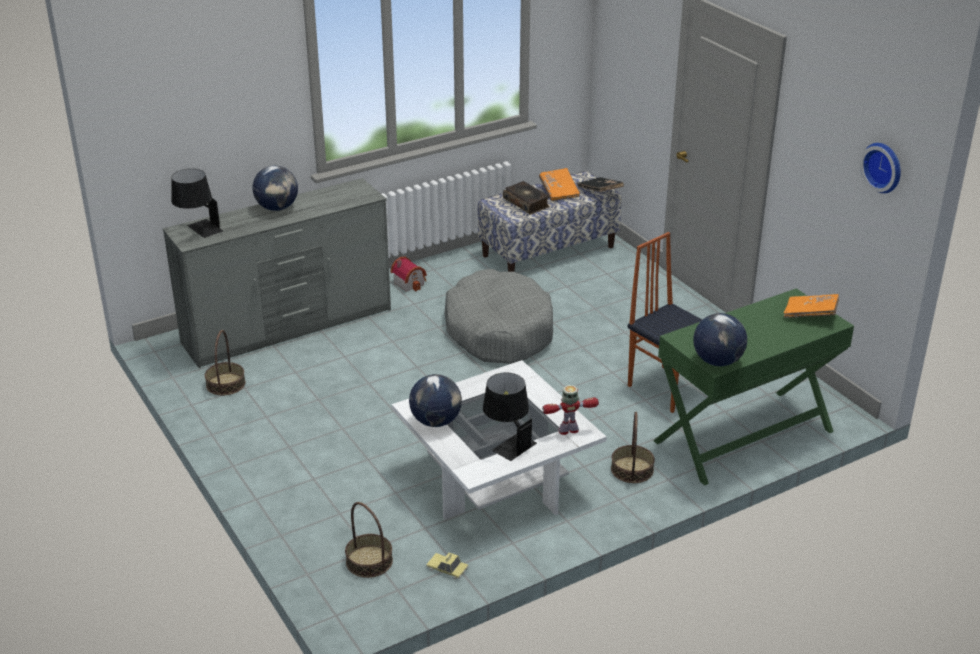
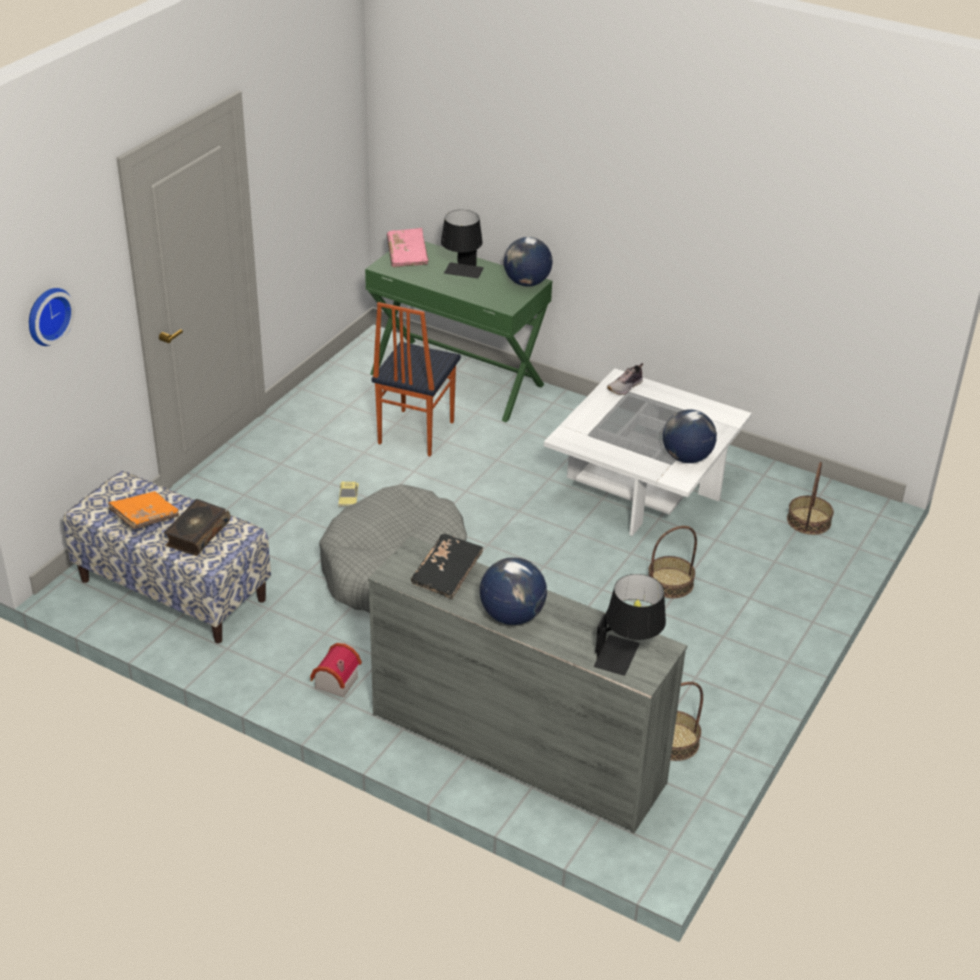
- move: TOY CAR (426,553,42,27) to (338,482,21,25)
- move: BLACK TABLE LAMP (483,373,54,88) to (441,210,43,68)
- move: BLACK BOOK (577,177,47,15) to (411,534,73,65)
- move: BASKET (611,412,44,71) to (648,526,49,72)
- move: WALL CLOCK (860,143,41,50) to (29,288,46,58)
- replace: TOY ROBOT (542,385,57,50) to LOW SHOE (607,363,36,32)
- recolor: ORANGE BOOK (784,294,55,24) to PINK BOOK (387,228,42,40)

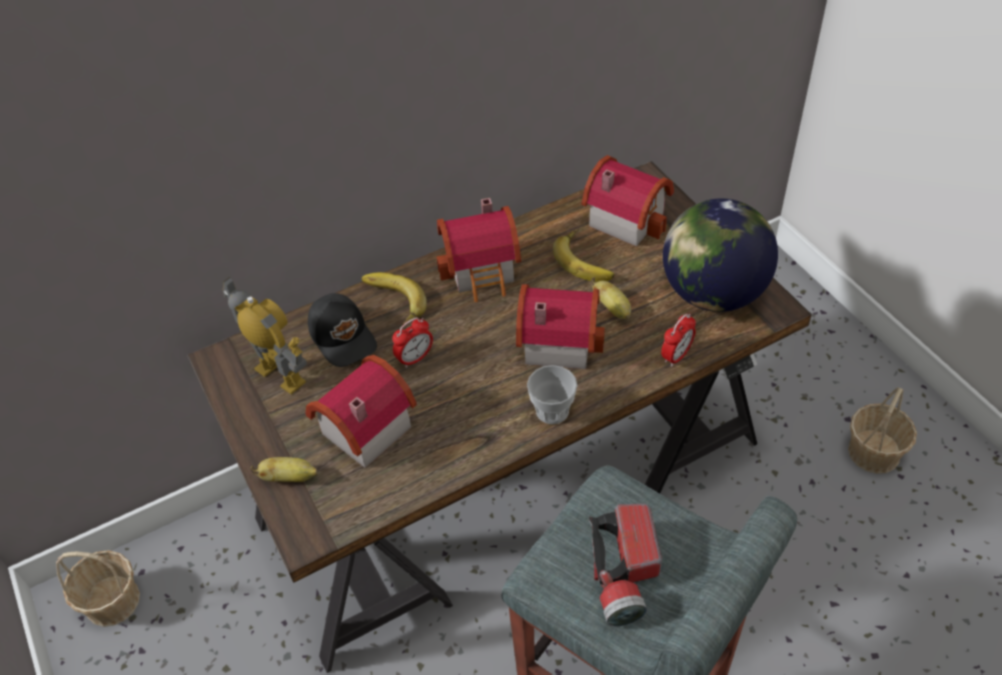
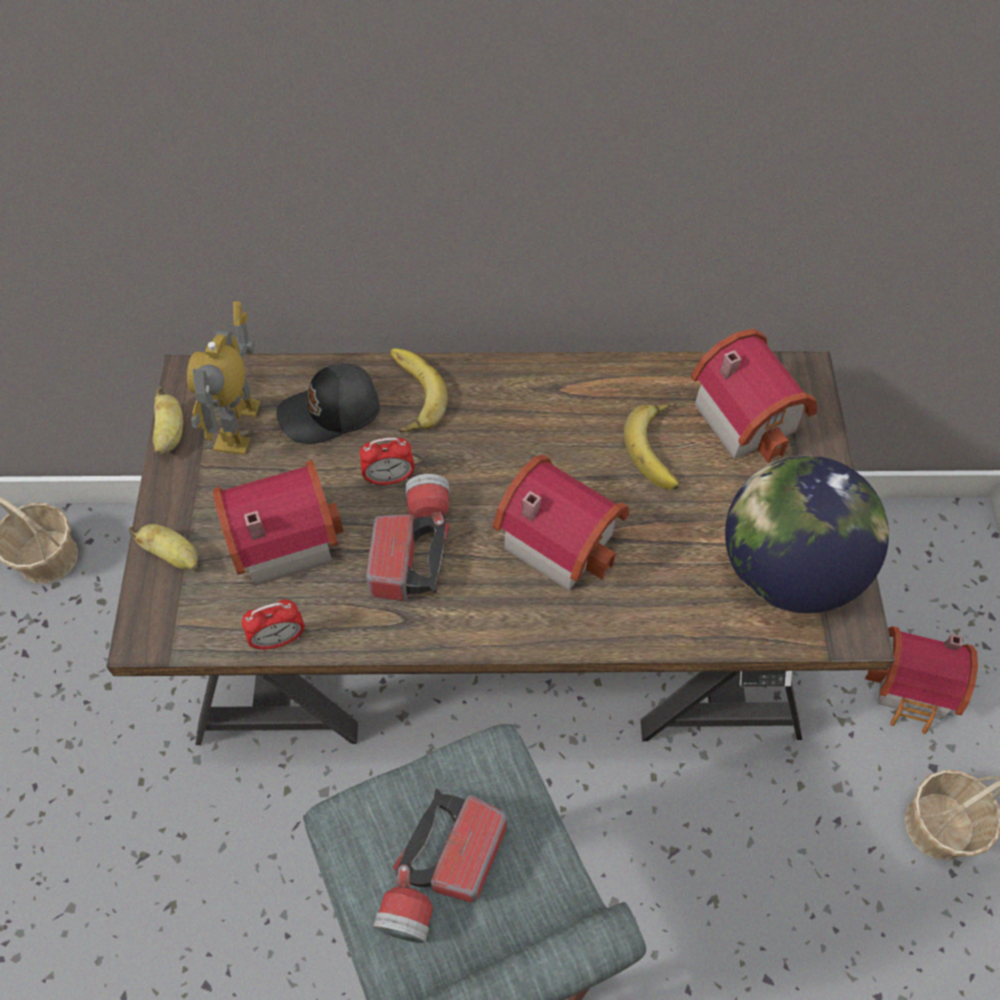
- delete: SMALL CUP (527,365,50,59)
- insert: FLASHLIGHT (366,474,84,127)
- move: MODEL HOUSE (437,198,84,104) to (865,626,113,108)
- move: WHOLE BANANA (590,277,41,42) to (153,387,30,68)
- move: TABLE CLOCK (661,314,35,53) to (242,599,63,52)
- rotate: TOY ROBOT (223,277,84,117) = (187,301,73,154) 150 degrees counterclockwise
- rotate: BLACK BASEBALL CAP (308,293,69,74) = (276,363,104,81) 75 degrees clockwise

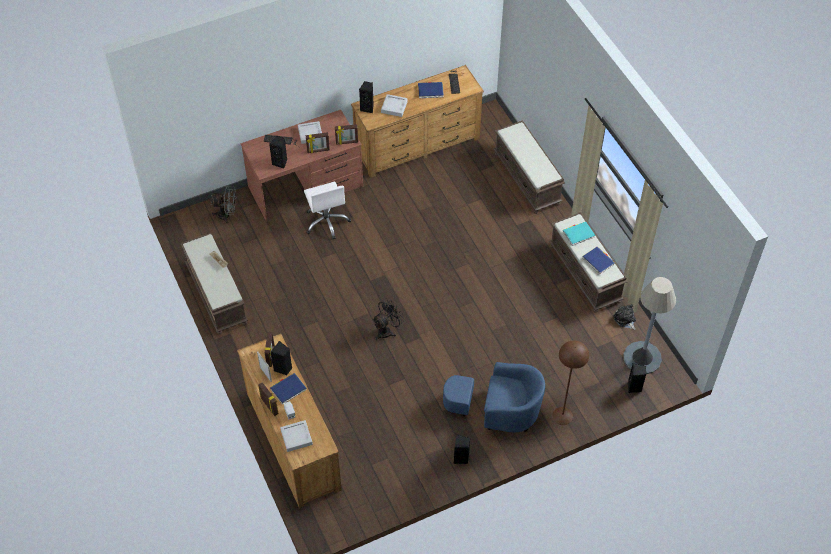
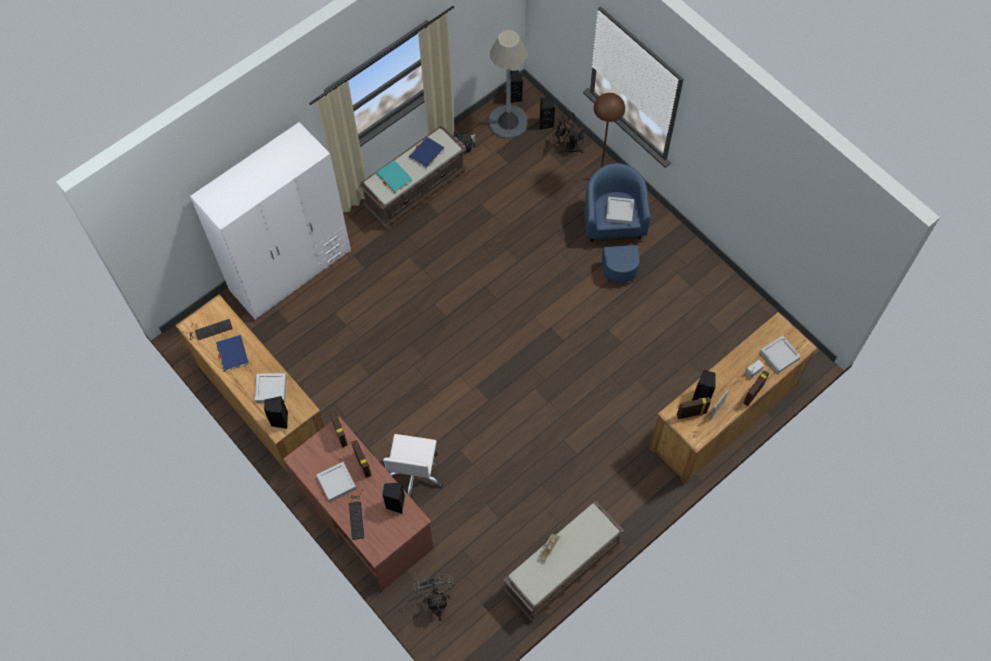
- delete: BLUISH BOOK (270,373,37,32)
- insert: GRAY SERVING TRAY (606,197,28,27)
- move: BLACK FAN (373,298,32,42) to (552,111,34,42)
- move: BLACK LOUDSPEAKER (454,434,16,30) to (510,70,13,33)
- replace: BROWNISH LONG SEAT (493,120,72,94) to WHITE-COLOURED ARMOIRE (190,122,161,198)
- rotate: WHITE-COLOURED COMPUTER CHAIR (304,182,47,58) = (383,434,60,64) 135 degrees clockwise

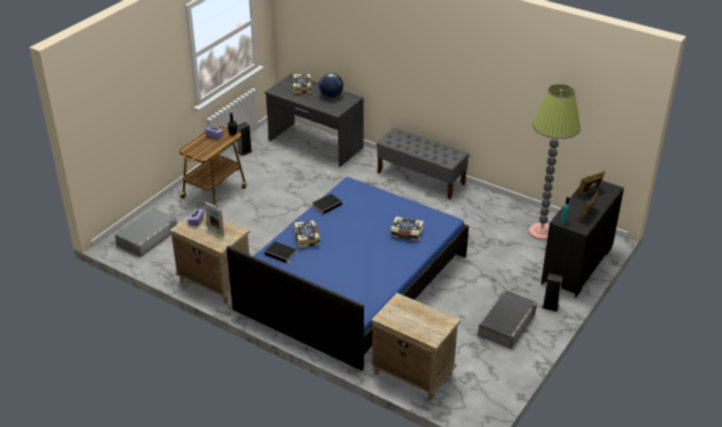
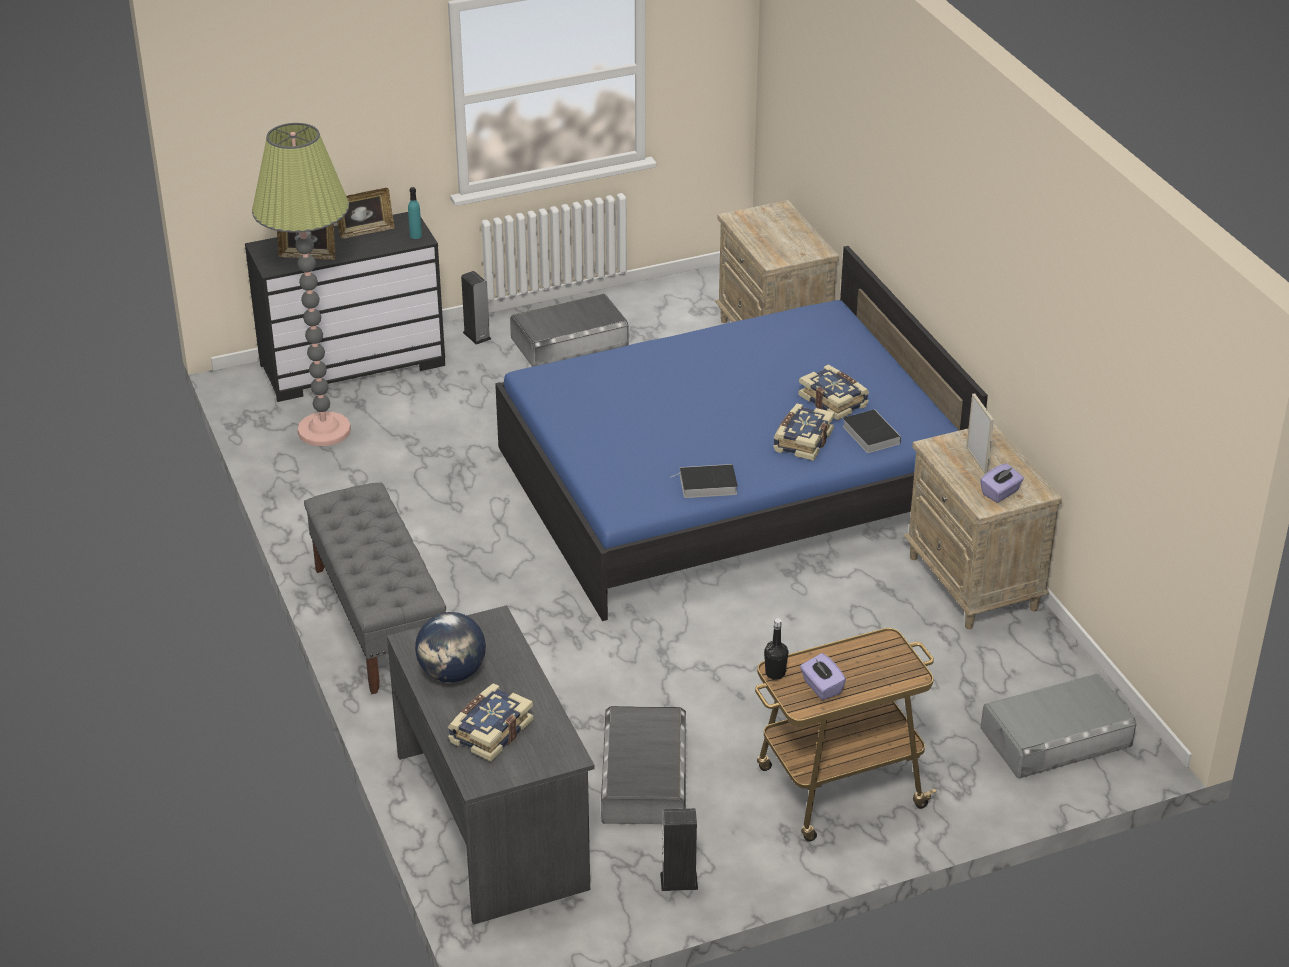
- insert: GRAY STORAGE BIN (601,706,85,119)
- move: BOOK (390,216,34,25) to (798,365,71,56)

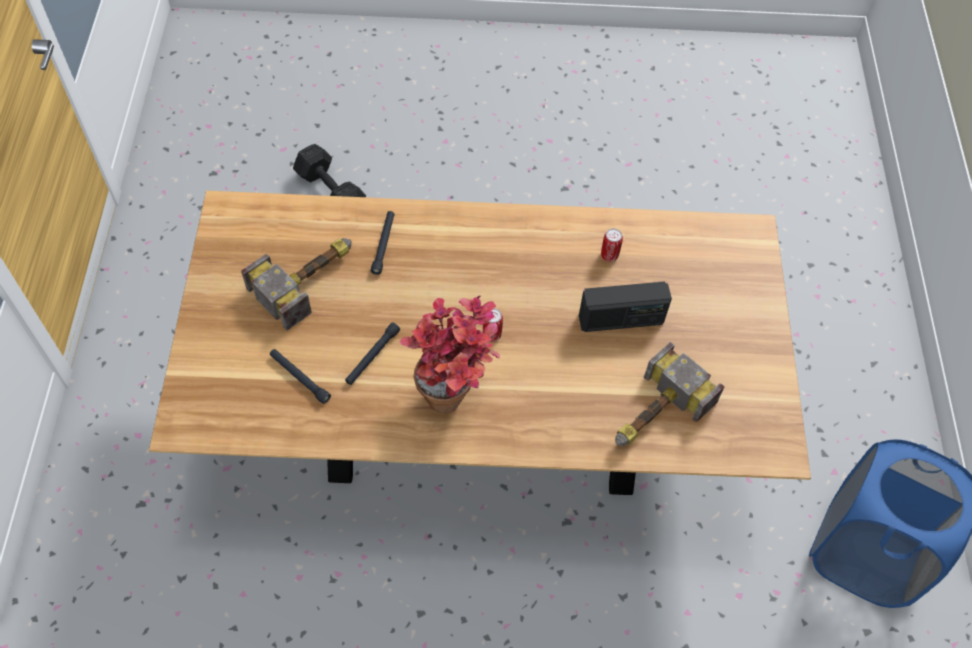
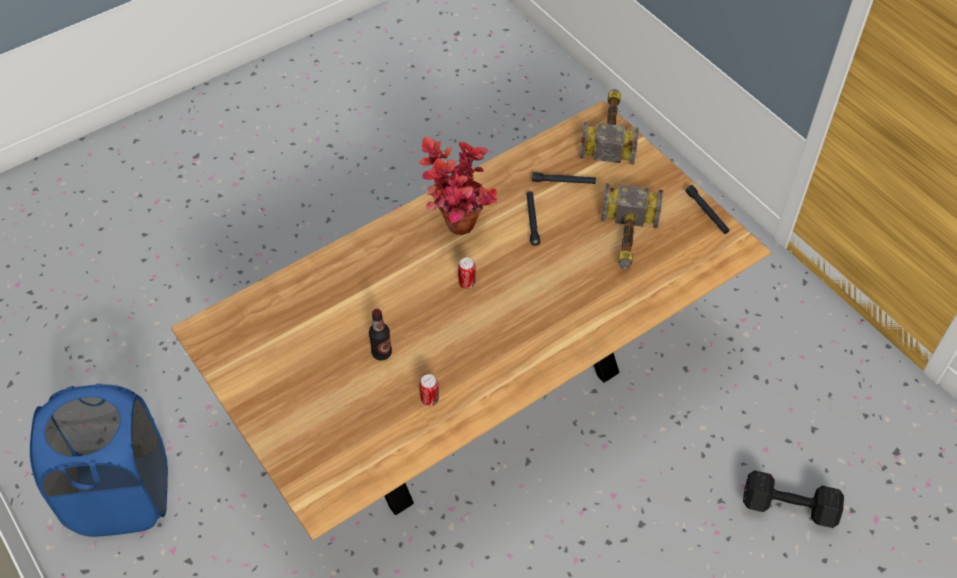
- move: BLACK FLASHLIGHT (370,211,25,64) to (685,185,44,49)
- move: TOOL HAMMER (615,342,110,104) to (580,89,59,76)
- replace: RADIO SET (579,282,93,50) to BEVERAGE BOTTLE (369,309,23,51)

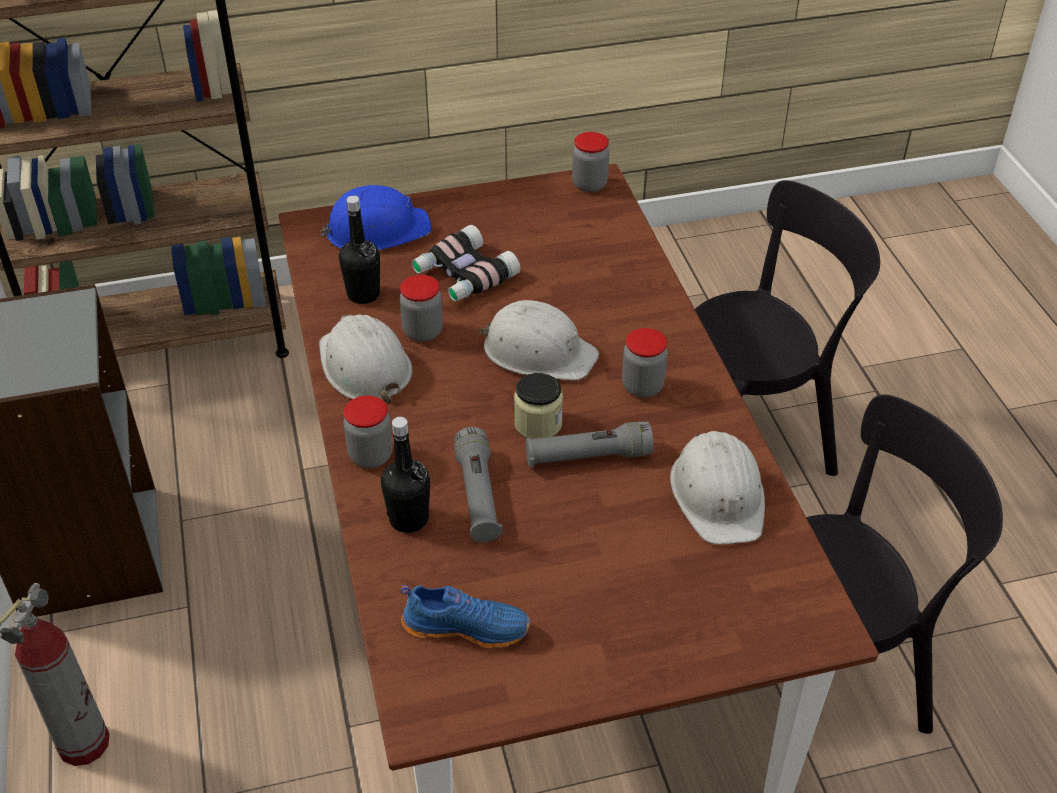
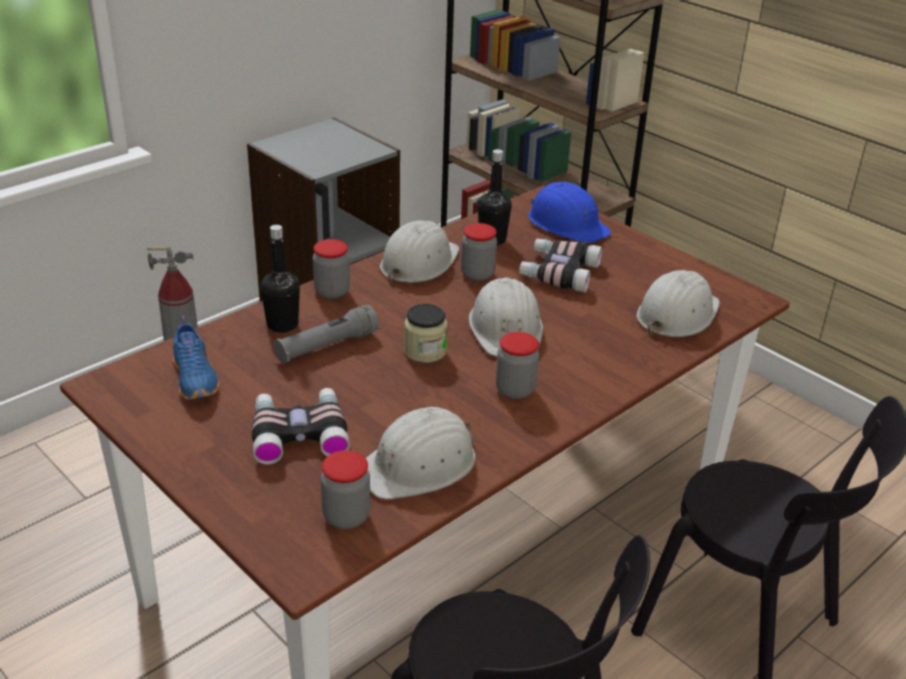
- delete: GRAY FLASHLIGHT (525,422,129,46)
- insert: PAIR OF BINOCULARS (252,388,98,77)
- insert: WHITE-COLOURED HARD HAT (636,270,84,67)
- move: PRESERVE JAR (572,132,38,60) to (321,450,49,79)

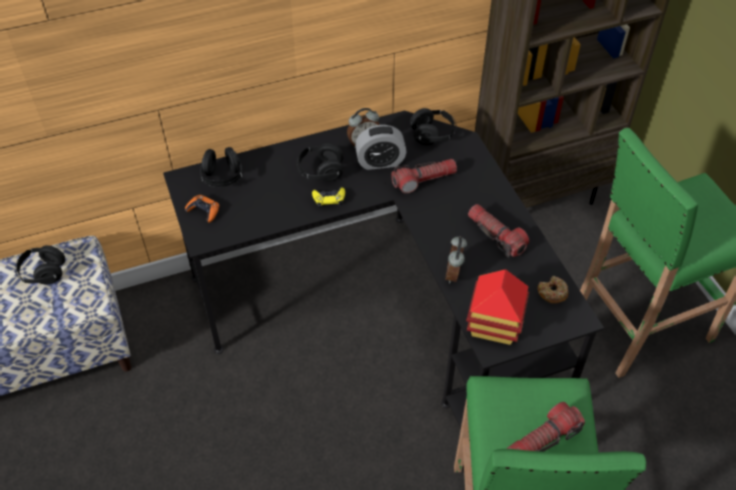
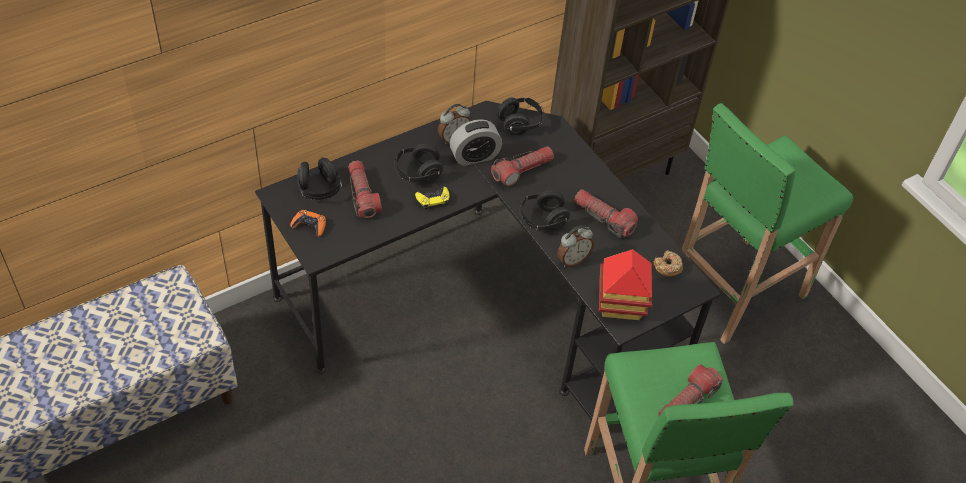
- insert: FLASHLIGHT (348,160,34,58)
- move: BLACK PAIR OF HEADPHONES (15,245,50,39) to (519,190,51,40)
- rotate: TABLE CLOCK (445,236,22,48) = (557,226,37,41) 120 degrees counterclockwise

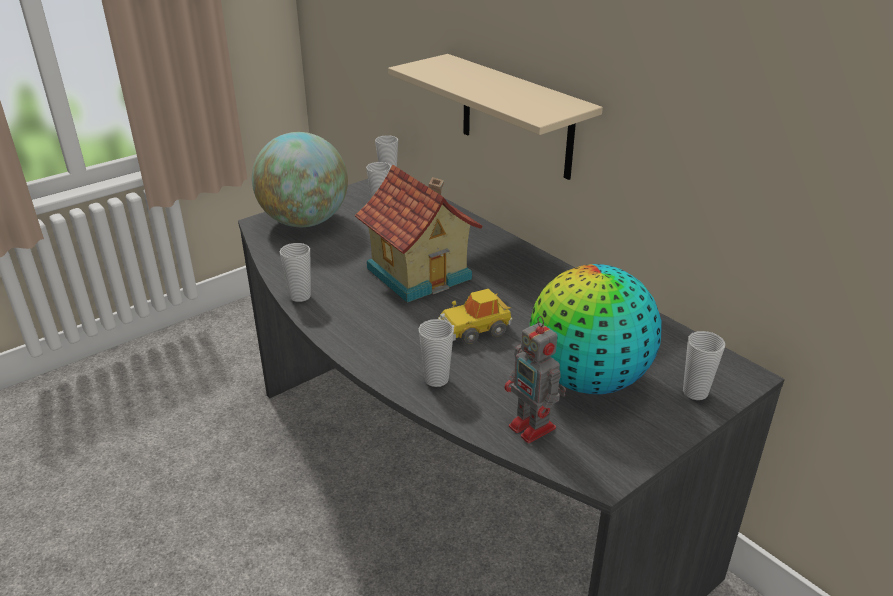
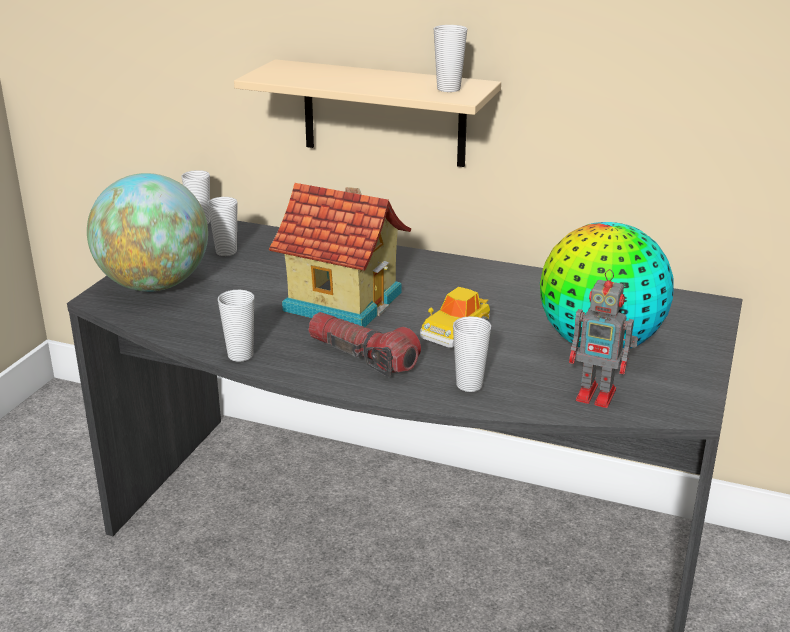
- insert: FLASHLIGHT (308,312,113,65)
- move: SMALL CUP (683,331,42,69) to (434,25,33,67)

